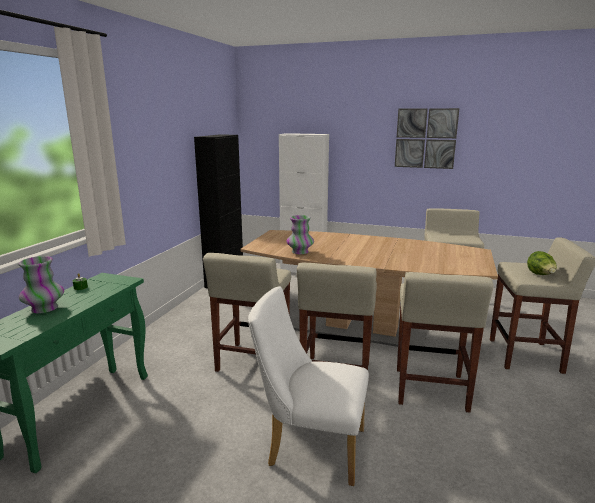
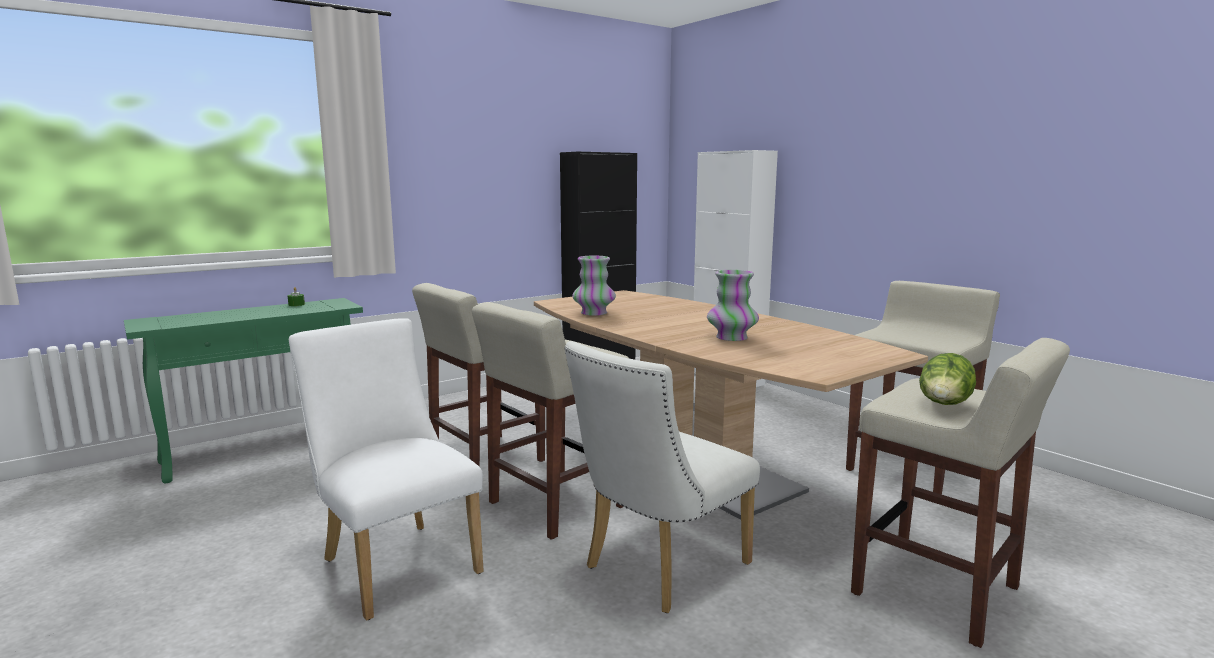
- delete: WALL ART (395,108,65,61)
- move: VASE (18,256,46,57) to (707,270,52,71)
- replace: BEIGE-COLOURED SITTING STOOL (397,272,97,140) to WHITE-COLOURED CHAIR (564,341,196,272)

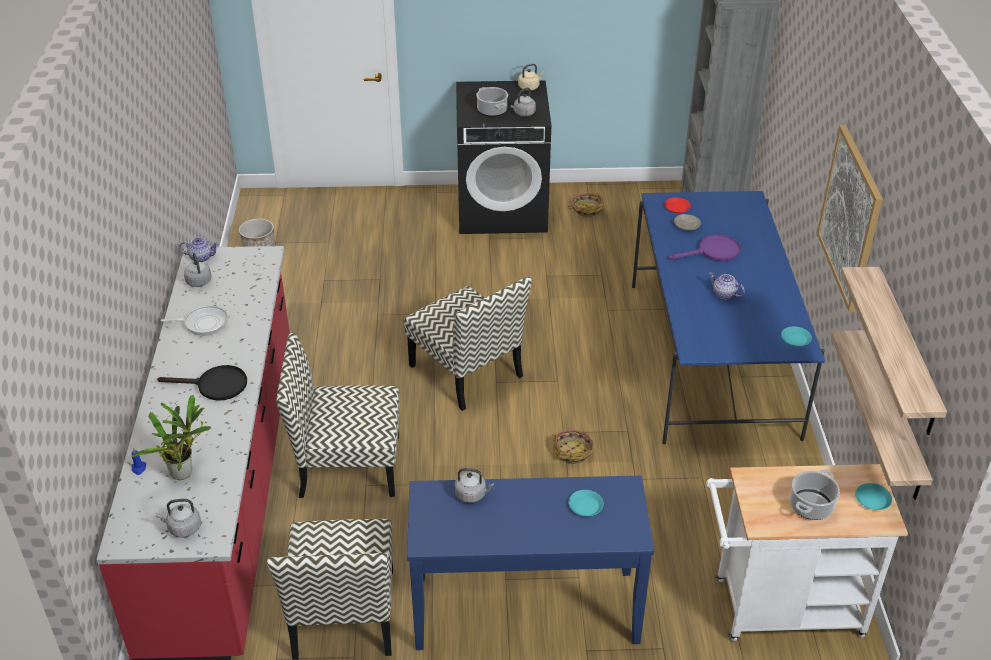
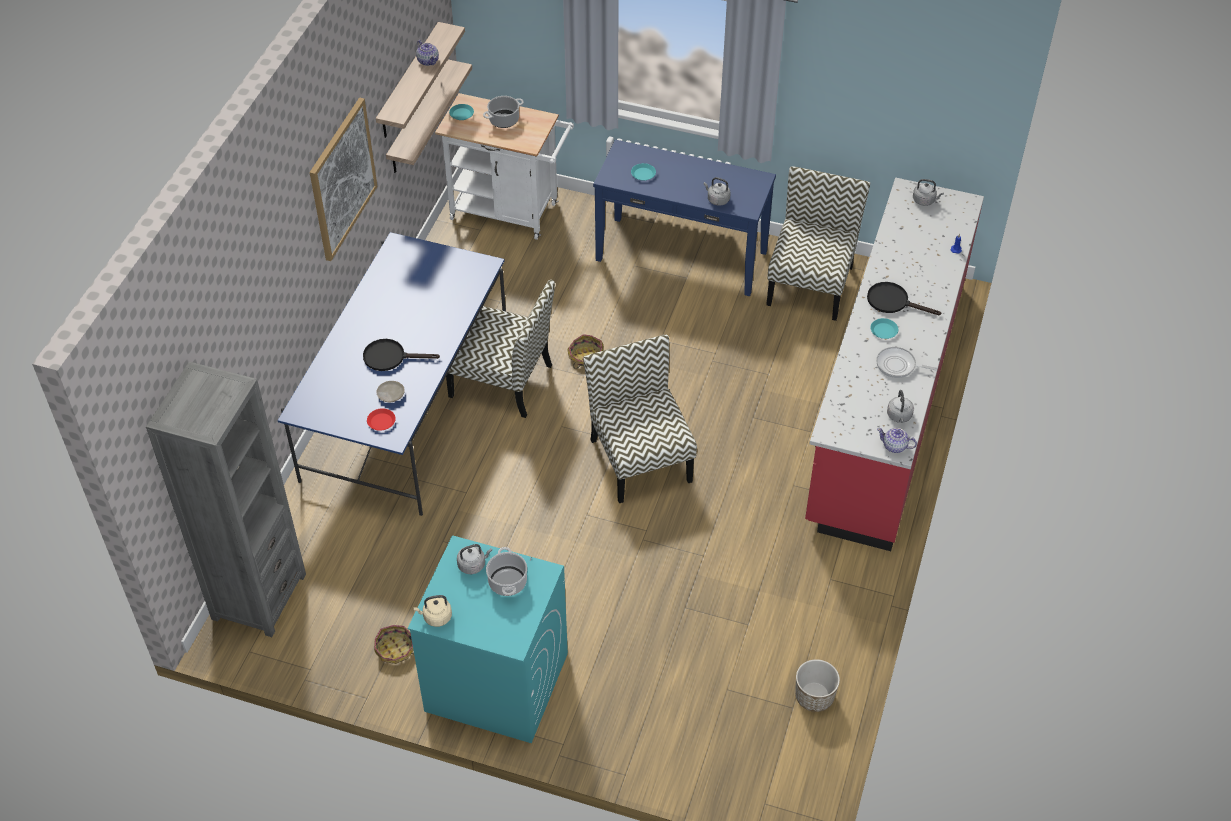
- delete: PLANT IN A POT (132,395,79,85)
- move: CHAIR (276,333,124,165) to (446,280,109,138)
- move: POT FOR TEA (709,272,36,27) to (416,40,23,26)
- move: TURQUOISE FLAT DISH (781,326,31,20) to (870,318,28,21)
- recolor: BLACK LAUNDRY APPLIANCE (456,80,95,154) to TURQUOISE LAUNDRY APPLIANCE (408,535,160,208)
- recolor: PURPLE-COLOURED FRYING PAN (668,234,73,27) to BLACK FRYING PAN (363,339,77,32)

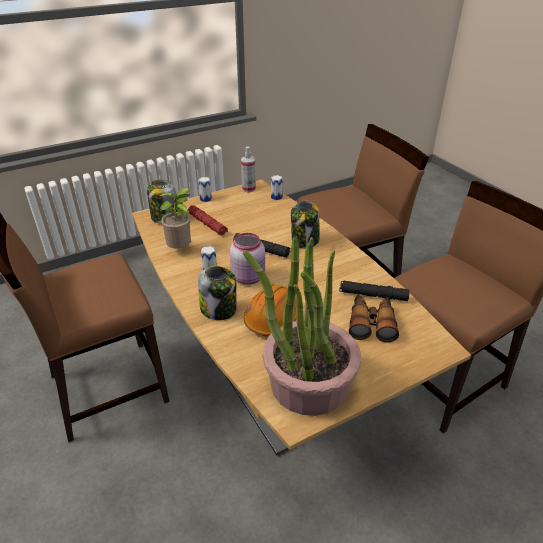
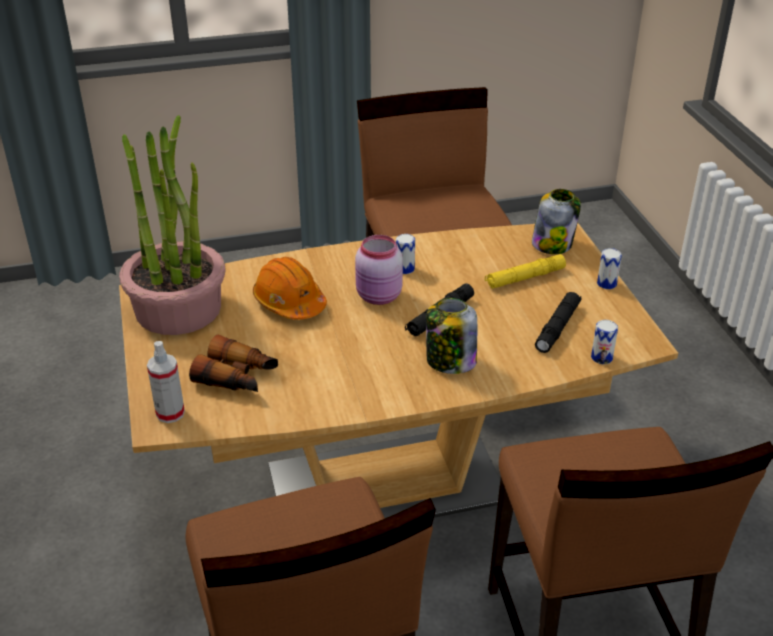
- delete: PLANT IN A POT (160,188,31,61)
- delete: PRESERVE JAR (198,266,39,54)
- move: SPRAY BOTTLE (241,146,15,46) to (147,341,38,82)
- move: BLACK FLASHLIGHT (339,280,71,21) to (535,292,47,61)
- recolor: RED-COLOURED FLASHLIGHT (188,205,40,30) to YELLOW-COLOURED FLASHLIGHT (485,254,81,35)

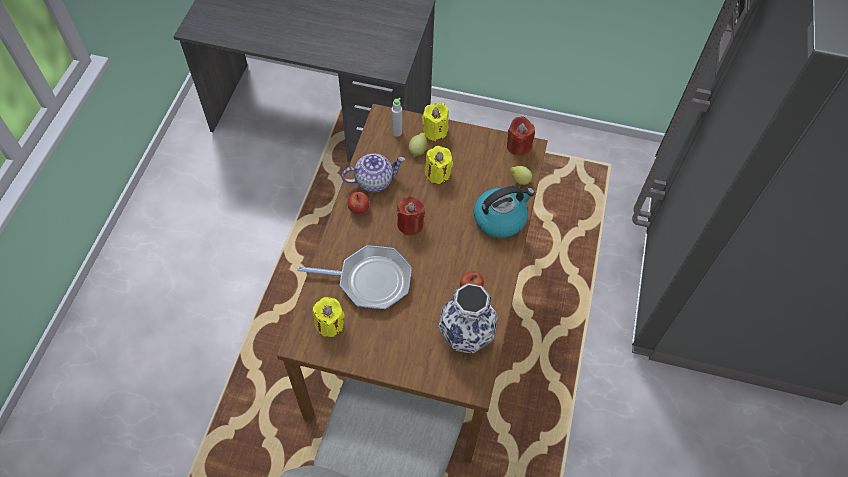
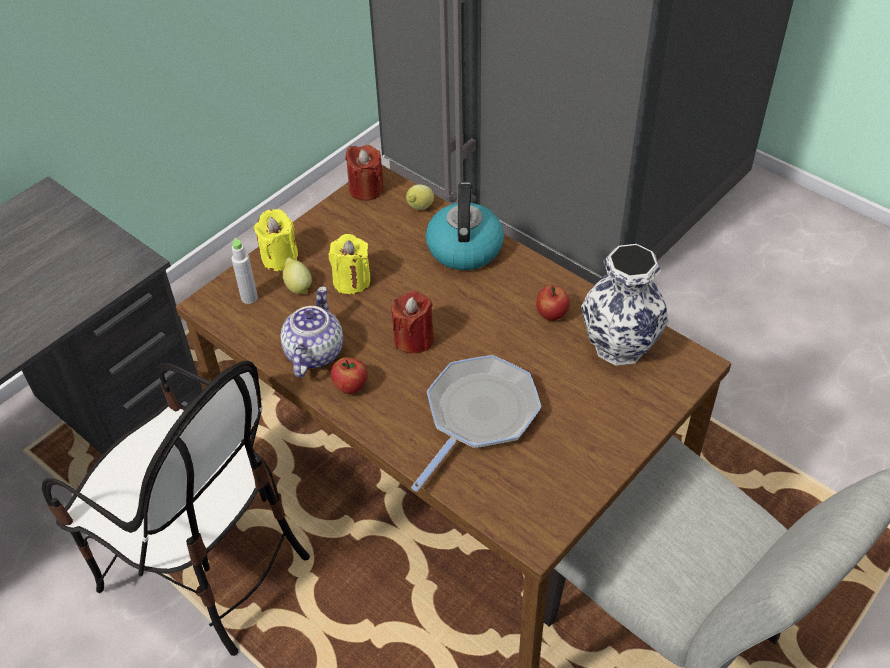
- delete: YELLOW-COLOURED CANDLE (312,297,33,40)
- insert: CHAIR (42,361,268,295)

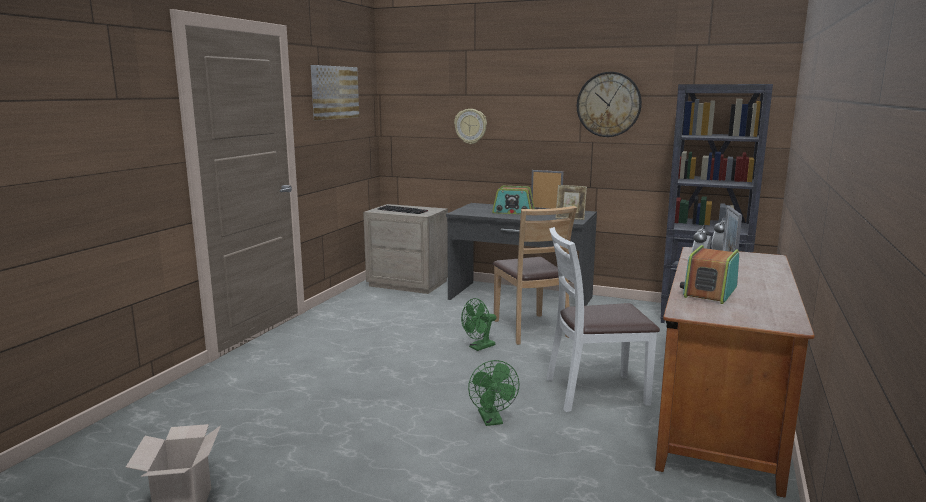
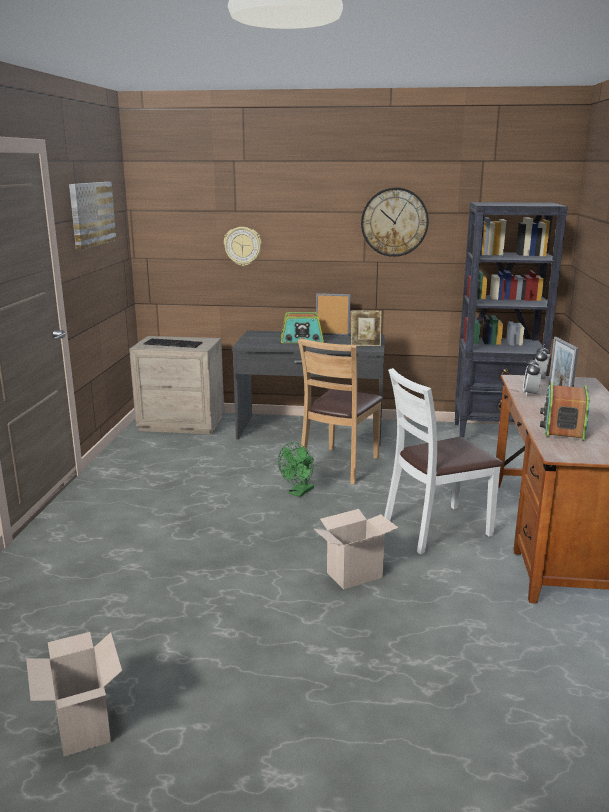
- replace: GREEN FAN (468,360,51,66) to CARDBOARD BOX (314,509,84,80)
- rotate: BROWNISH CHAIR (493,206,84,139) = (298,338,85,146) 60 degrees clockwise

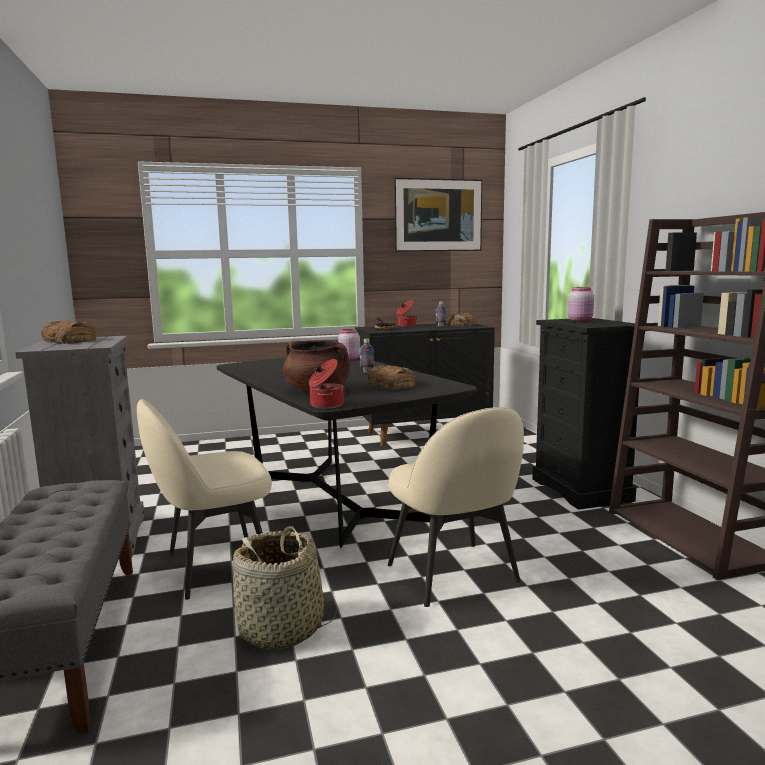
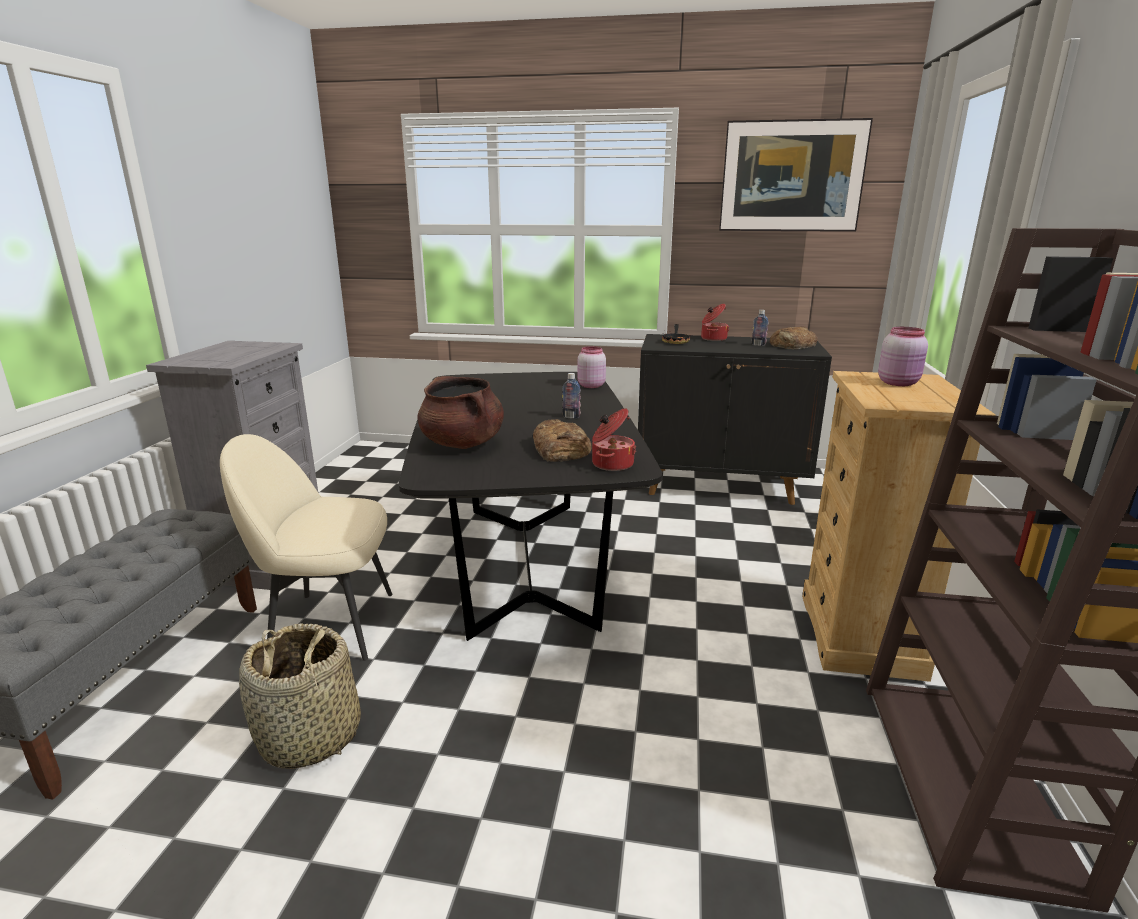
- delete: BAKERY BREAD (41,321,56,23)
- delete: BEIGE-COLOURED CHAIR (388,407,136,200)
- move: SAUCEPOT (309,359,36,50) to (592,408,44,63)
- recolor: BLACK CHEST OF DRAWERS (532,318,109,192) to BEIGE-COLOURED CHEST OF DRAWERS (802,371,194,311)

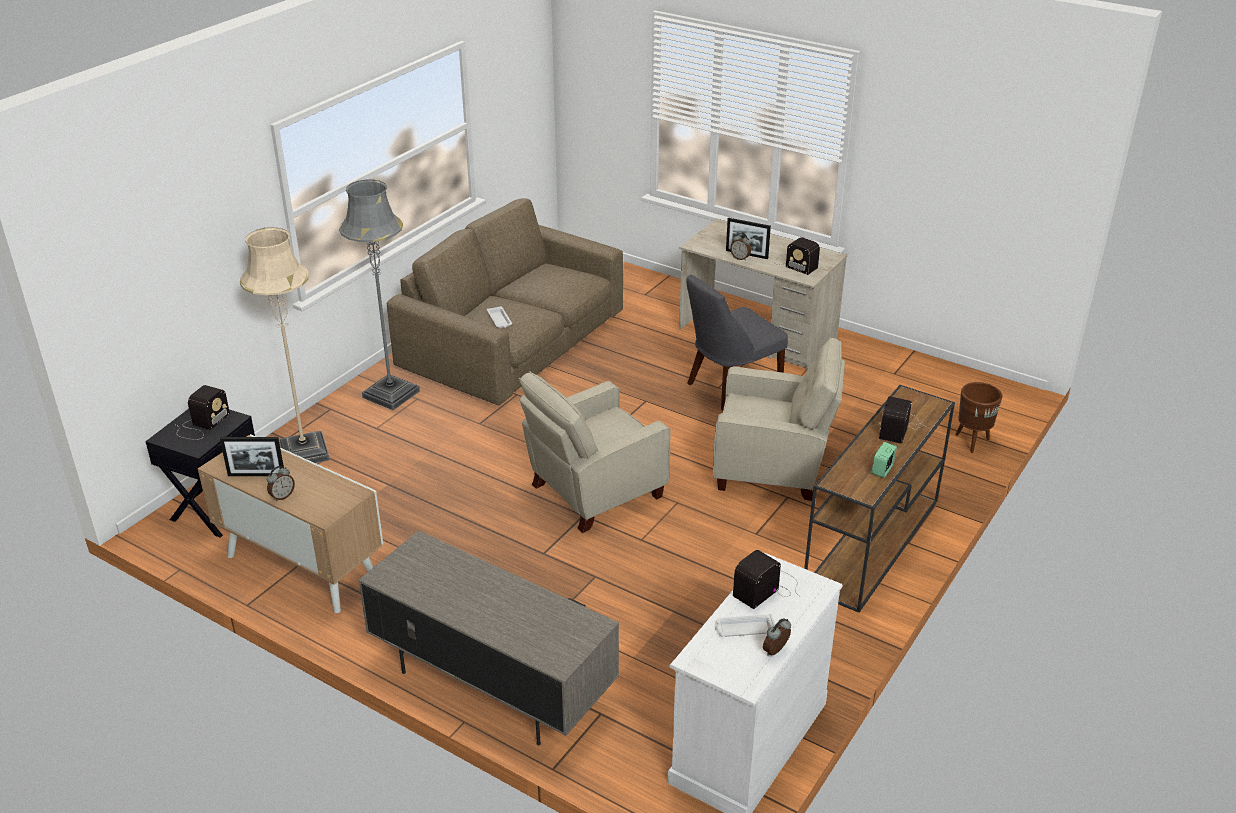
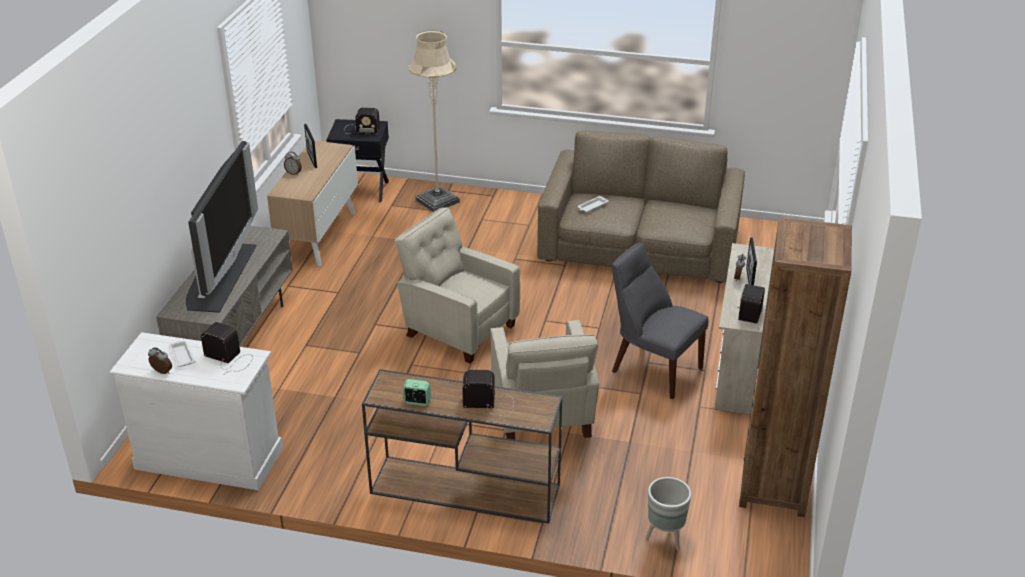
- delete: GRAY FLOOR LAMP (339,180,81,230)
- insert: TELEVISION (186,141,72,172)
- insert: BROWNISH BOOKCASE (739,217,113,300)
- recolor: BROWNISH PLANT POT (955,382,47,71) to GRAY PLANT POT (645,477,47,74)

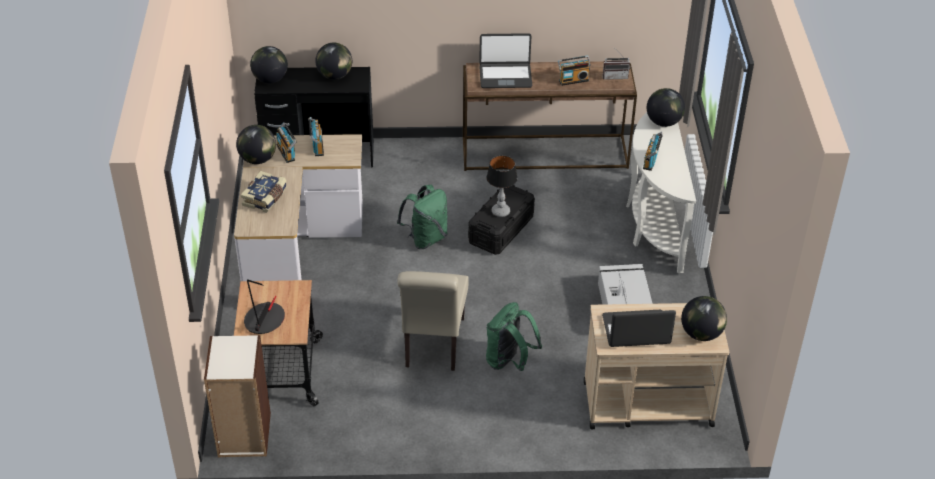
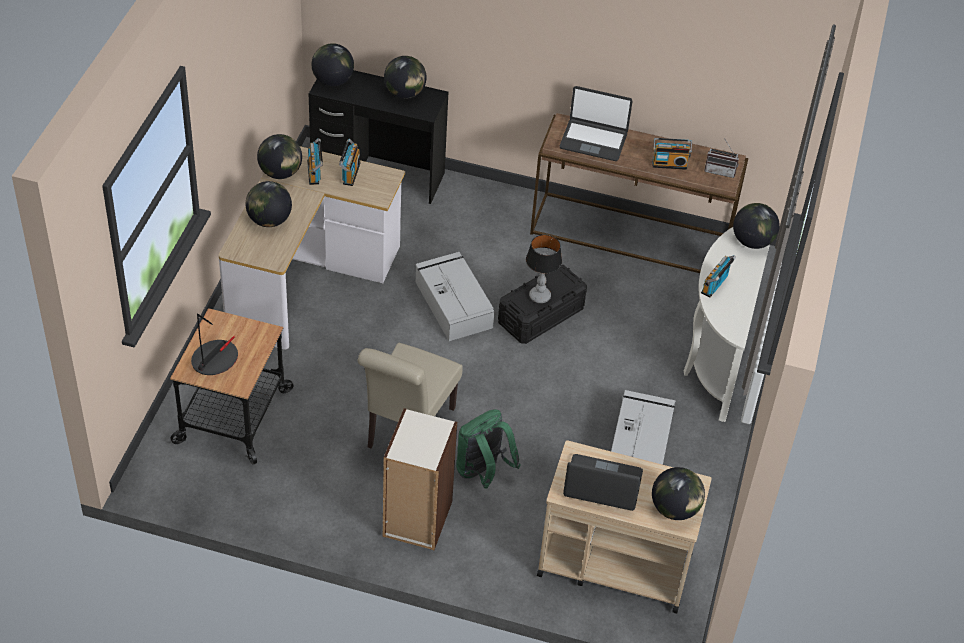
- move: BOOKCASE (204,335,67,122) to (383,408,74,142)
- replace: BOOK (241,171,46,42) to GLOBE (246,181,46,46)
- replace: GREEN RUCKSACK (397,185,51,64) to GRAY STORAGE BIN (415,252,80,89)

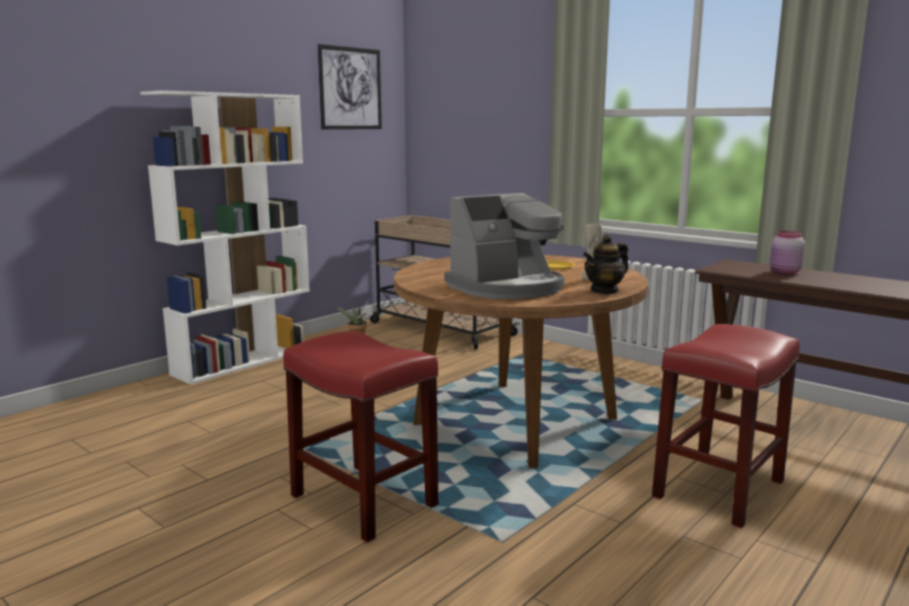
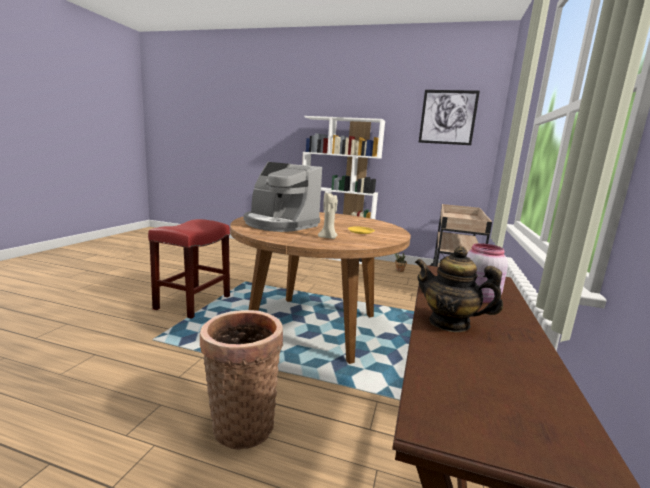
- move: POT FOR TEA (583,235,46,59) to (415,246,88,86)
- replace: RED-COLOURED SITTING STOOL (652,324,148,204) to BASKET (200,310,83,139)

